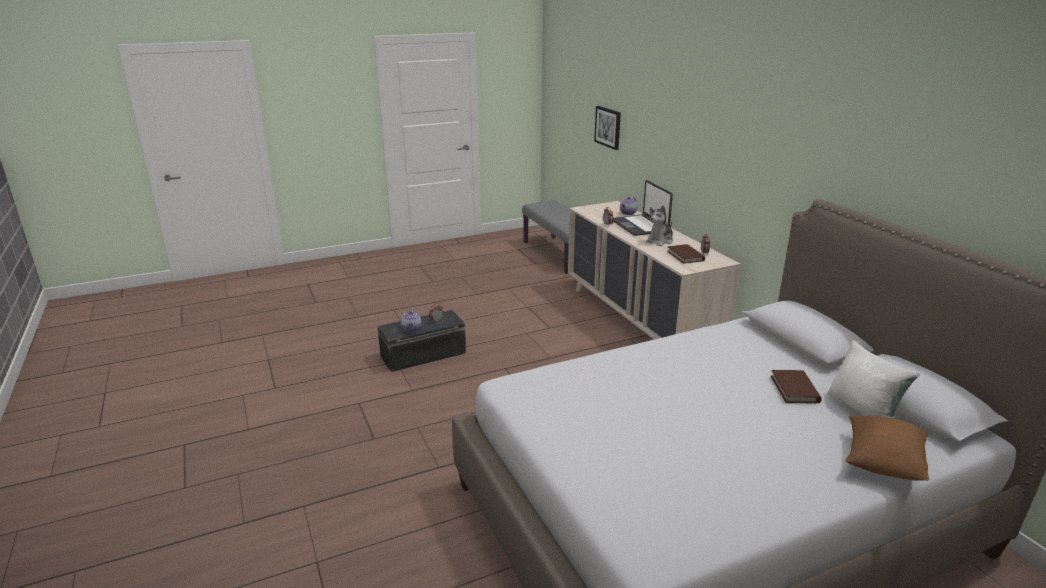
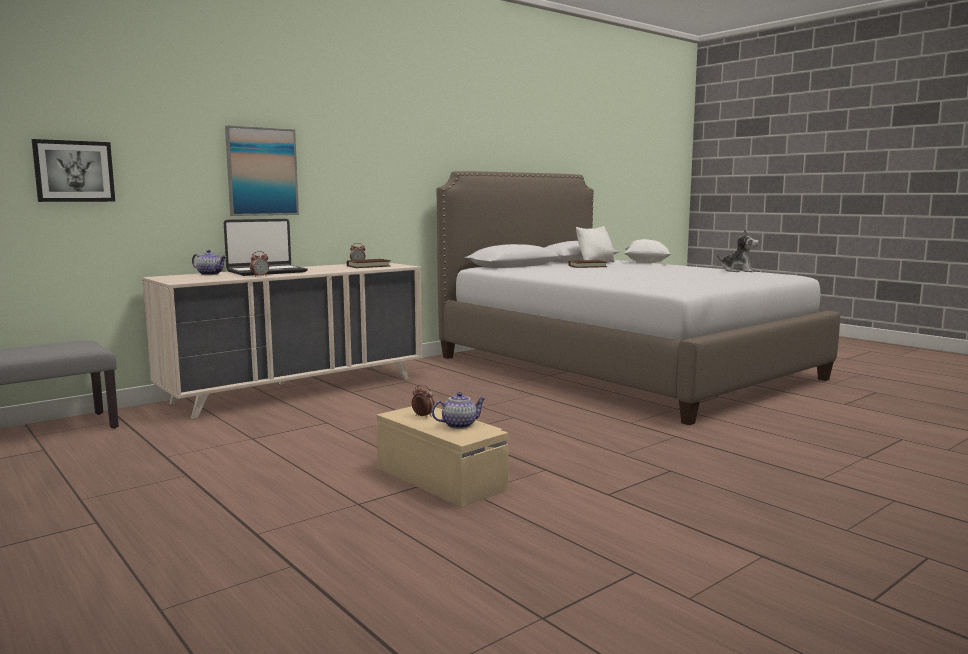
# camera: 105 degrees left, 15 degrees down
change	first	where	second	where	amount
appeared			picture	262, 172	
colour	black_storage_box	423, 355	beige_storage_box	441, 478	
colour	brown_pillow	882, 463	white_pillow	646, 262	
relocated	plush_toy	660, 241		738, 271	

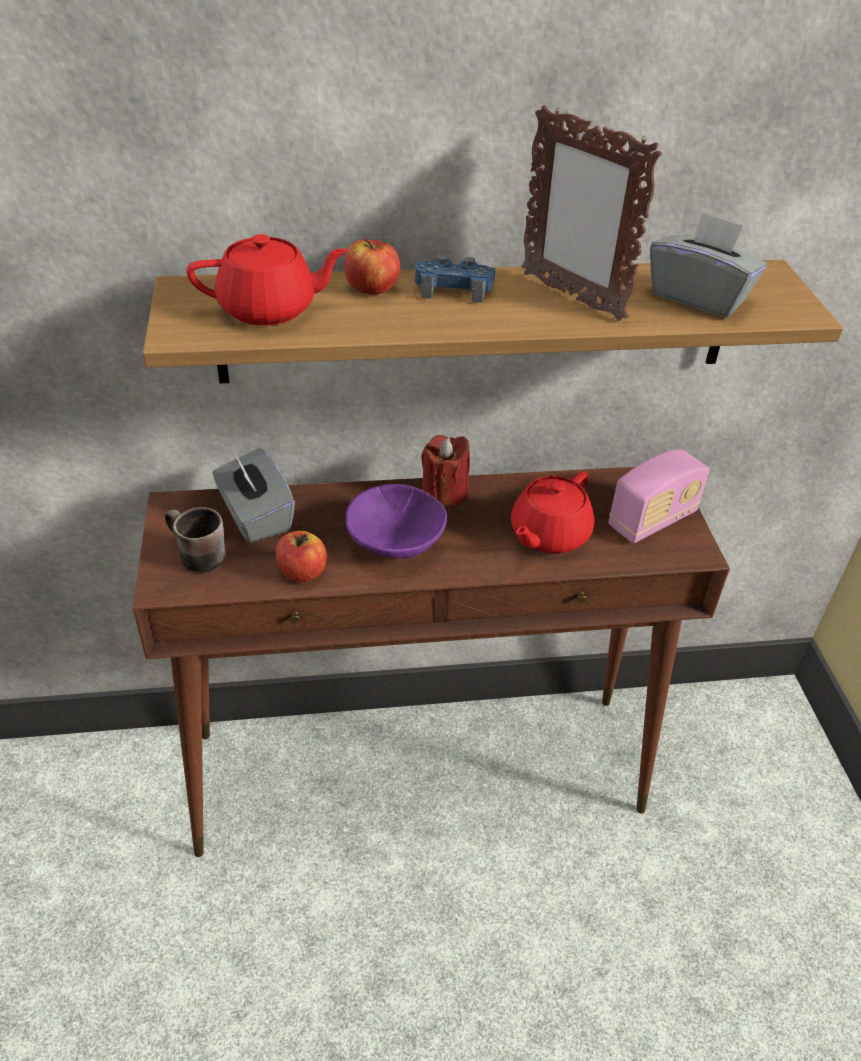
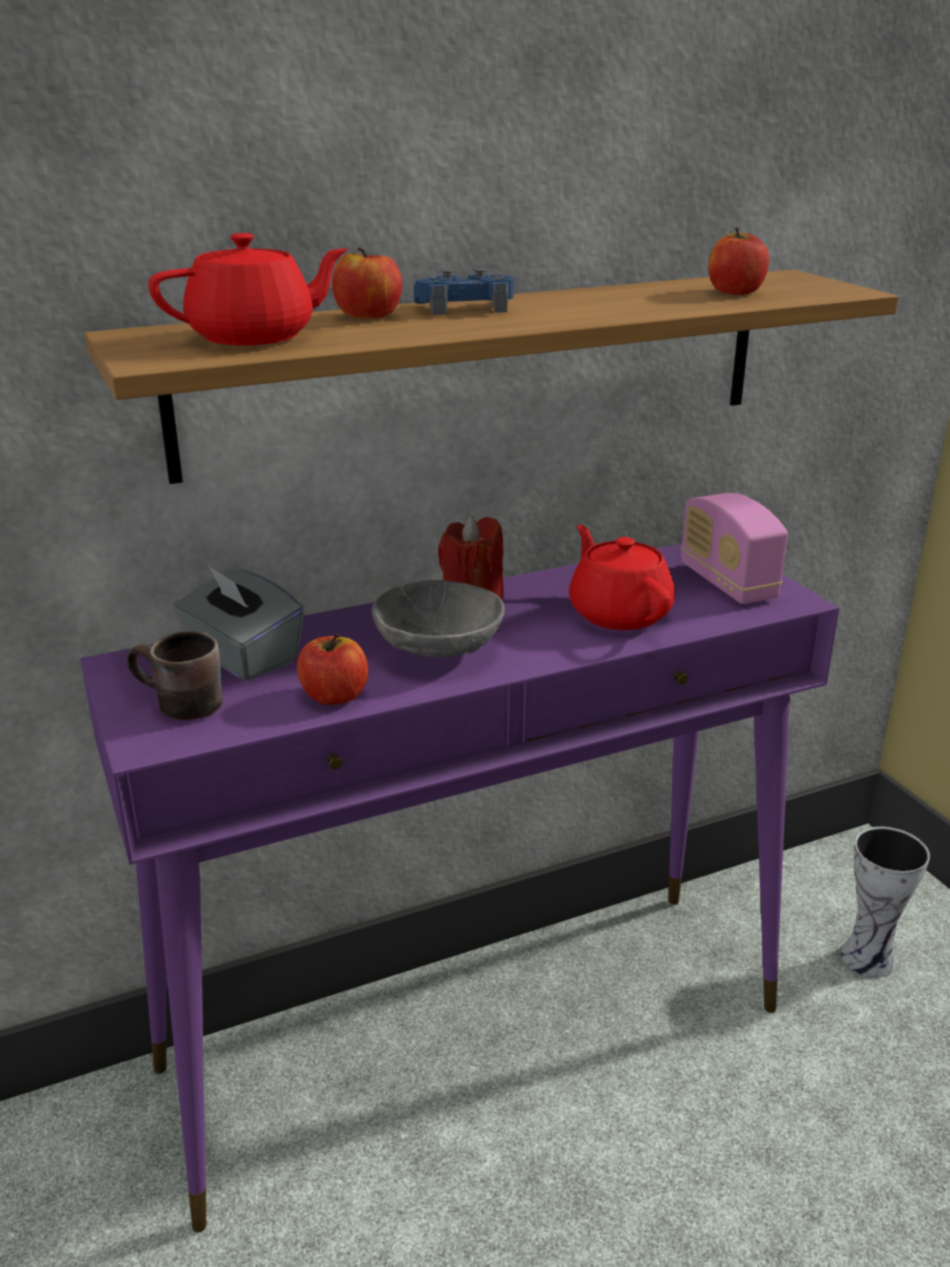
# camera: 15 degrees left, 15 degrees down
change	first	where	second	where	amount
colour	brown_console_table	420, 771	purple_console_table	477, 1036	
colour	purple_bowl	394, 544	grey_bowl	439, 651	
spun	red_teapot	548, 535		619, 613	135 degrees clockwise
spun	radio	652, 520		727, 583	120 degrees clockwise
exchanged	grey_tissue_box	698, 297	apple	735, 292	
appeared			vase	871, 957	
missing	picture_frame	571, 296			

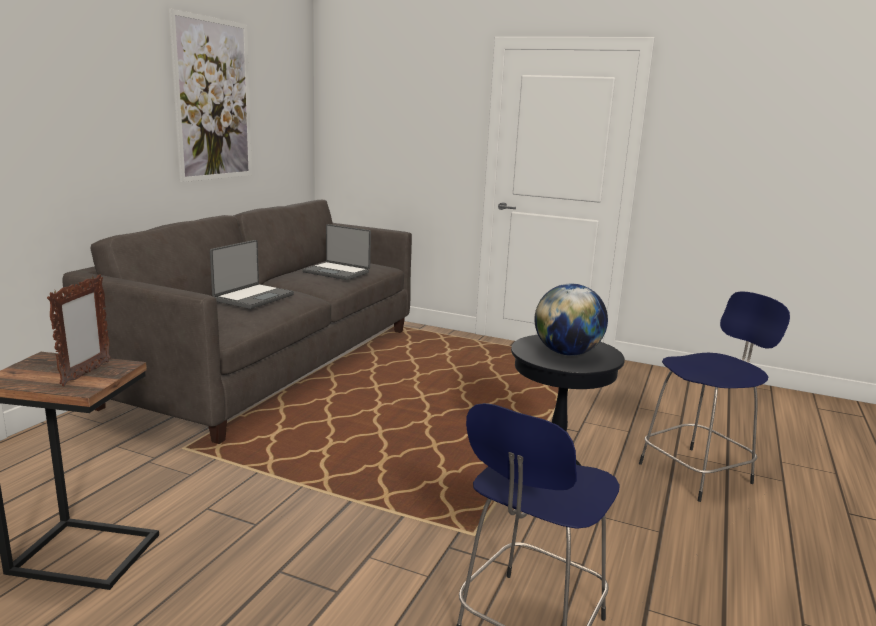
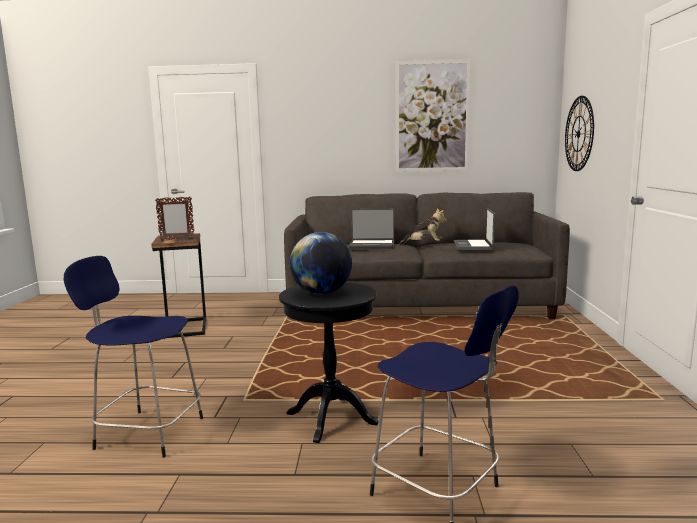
# camera: 70 degrees right, 5 degrees down
change	first	where	second	where	amount
appeared			plush_toy	424, 244	
appeared			wall_clock	578, 134	

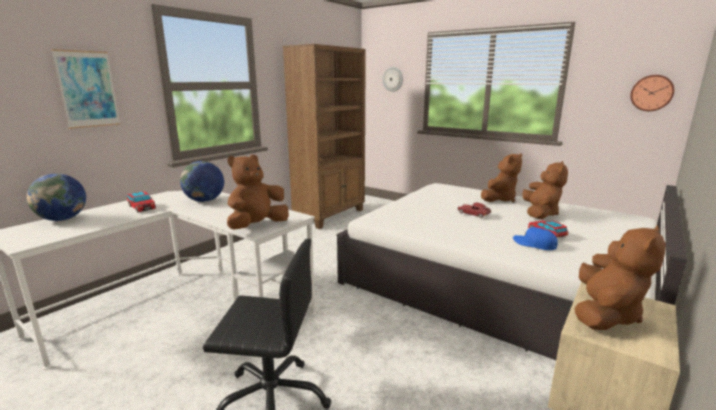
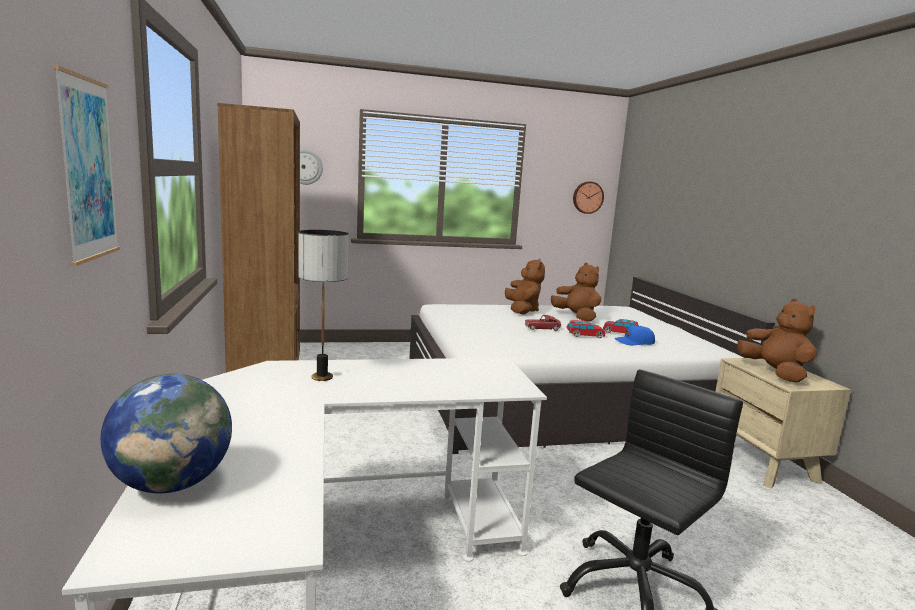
# camera: 50 degrees left, 5 degrees down
change	first	where	second	where	amount
exchanged	globe	204, 201	table_lamp	322, 377	
relocated	toy_car	142, 208		585, 335	
missing	brown_plush_toy	257, 226			

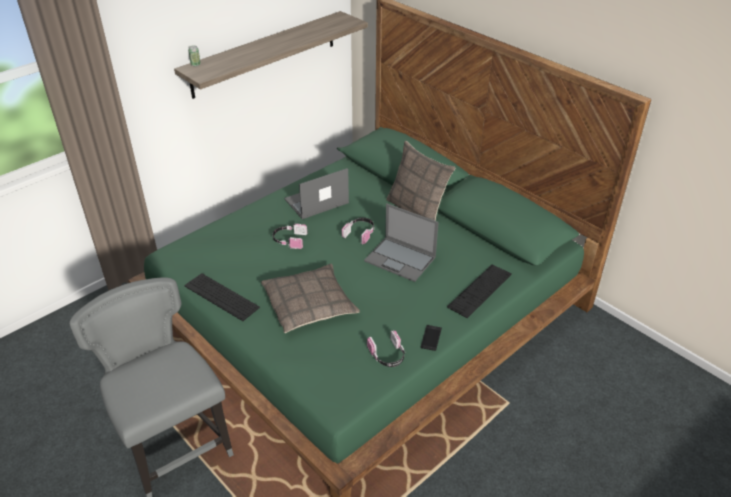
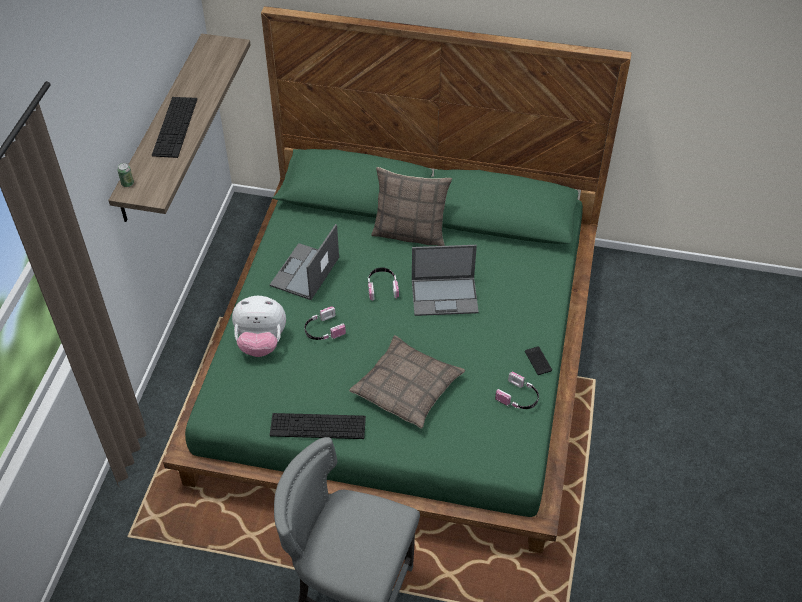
# camera: 35 degrees left, 10 degrees up
change	first	where	second	where	amount
relocated	keyboard	480, 290		175, 127	
appeared			plush_toy	261, 342	

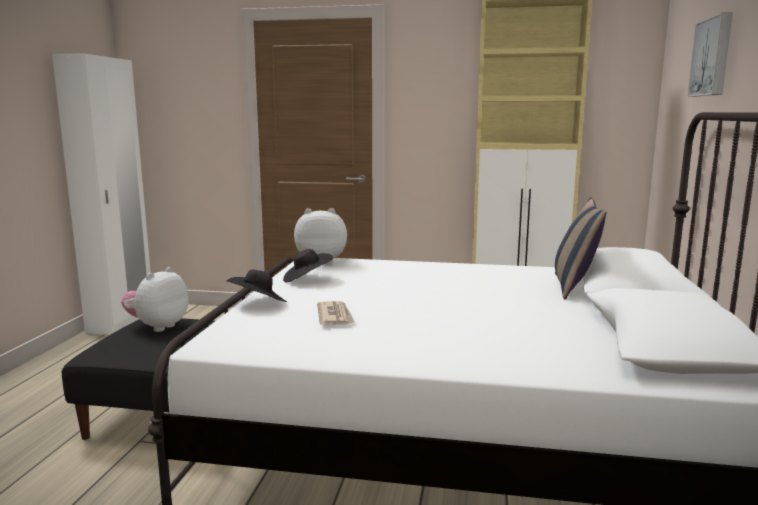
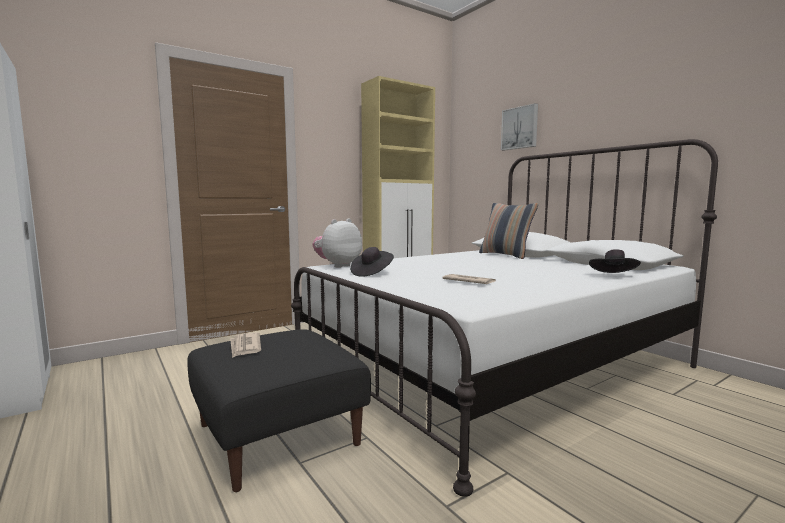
# camera: 45 degrees left, 5 degrees down
change	first	where	second	where	amount
exchanged	plush_toy	158, 326	newspaper	245, 347	
relocated	black_hat	258, 303		613, 276	

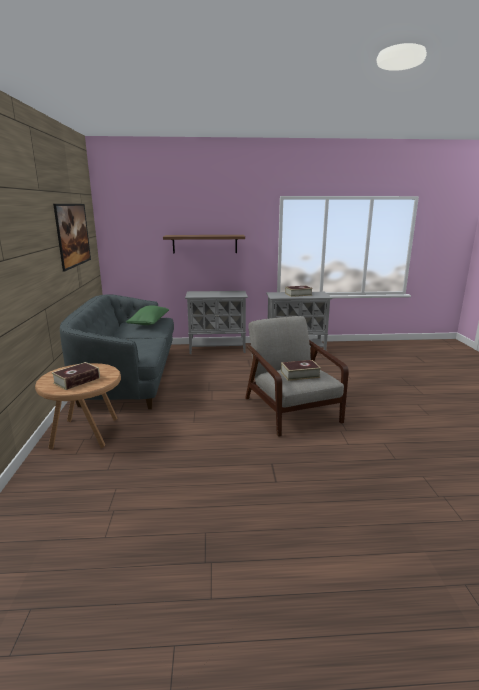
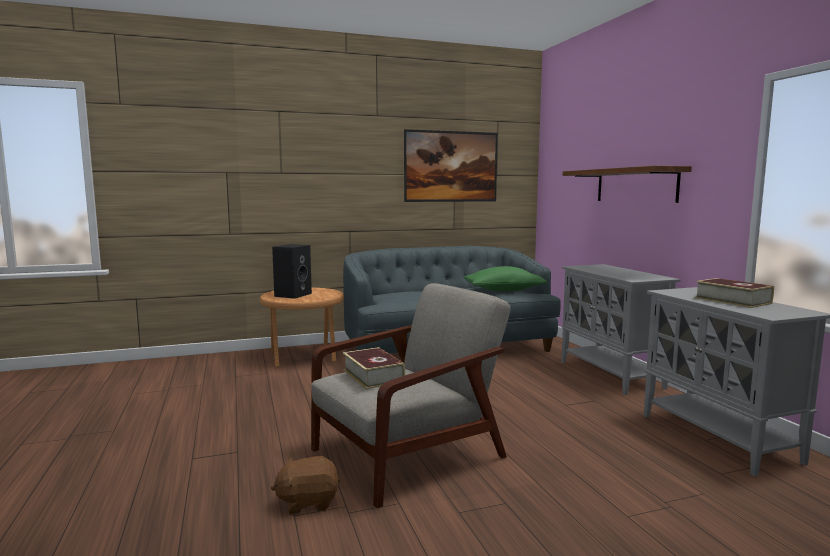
# camera: 75 degrees right, 10 degrees down
change	first	where	second	where	amount
appeared			brown_plush_toy	308, 502	
exchanged	book	77, 380	black_speaker	293, 295	

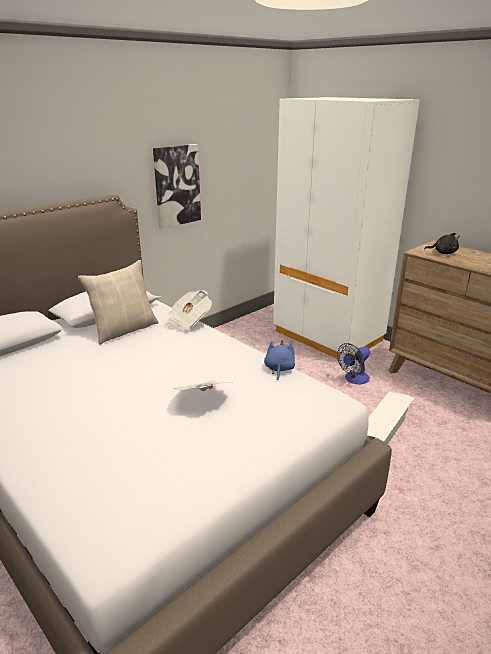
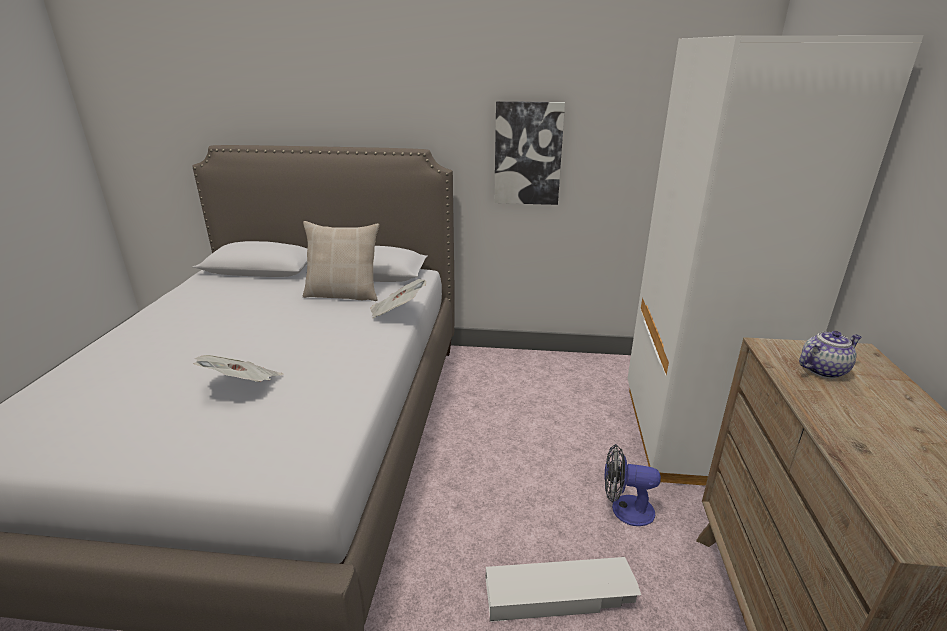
# camera: 50 degrees right, 0 degrees up
change	first	where	second	where	amount
exchanged	black_plush_toy	443, 253	teapot	823, 370	
missing	blue_plush_toy	279, 369			

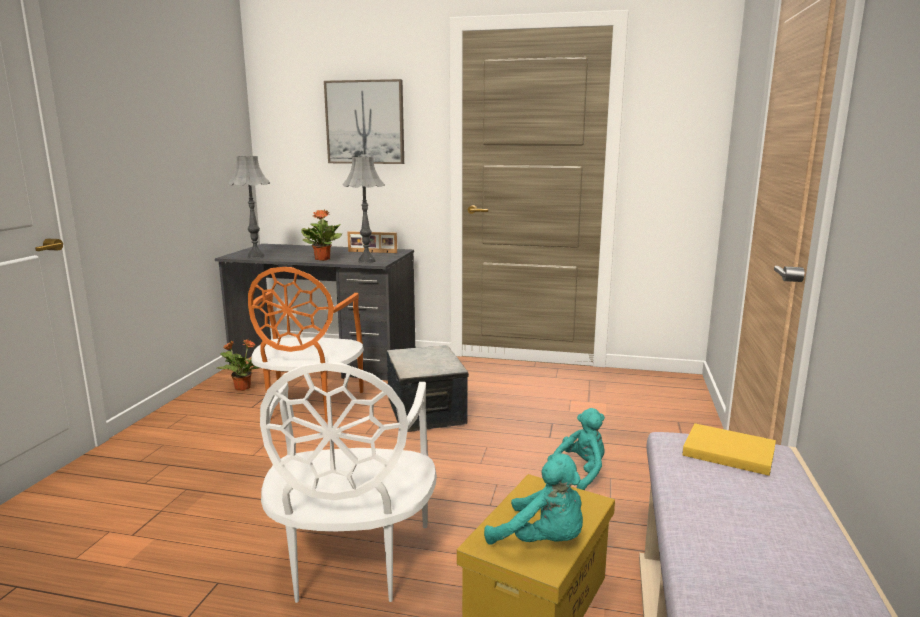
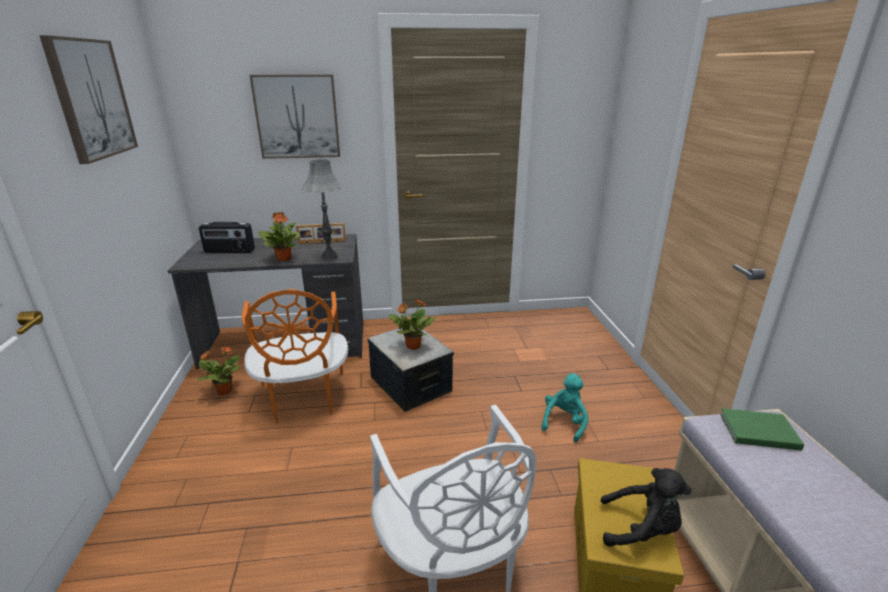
# camera: 20 degrees left, 10 degrees up
change	first	where	second	where	amount
appeared			picture	91, 99	
appeared			radio	229, 251	
appeared			potted_plant	412, 346	
colour	turquoise_plush_toy	542, 541	black_plush_toy	641, 529	
colour	yellow_book	726, 451	green_book	756, 430	
missing	grey_table_lamp	255, 257			

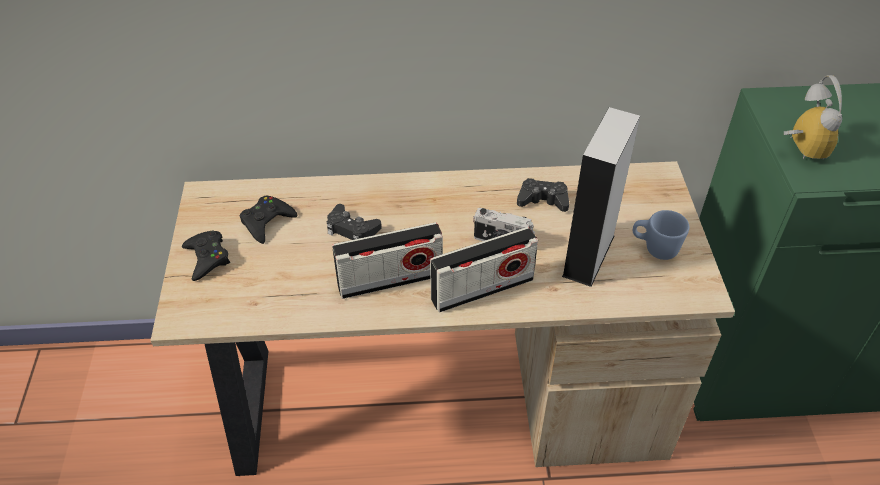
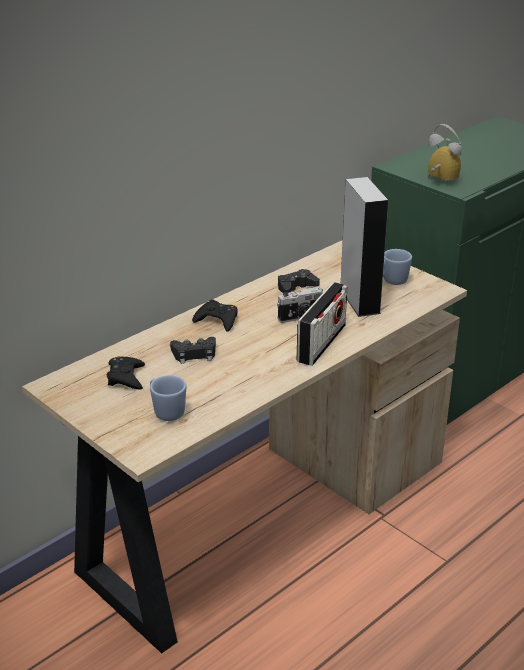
# camera: 40 degrees left, 15 degrees down
change	first	where	second	where	amount
appeared			blue_mug	166, 411	
relocated	black_game_controller	207, 258		217, 320	
missing	radio	390, 280			

